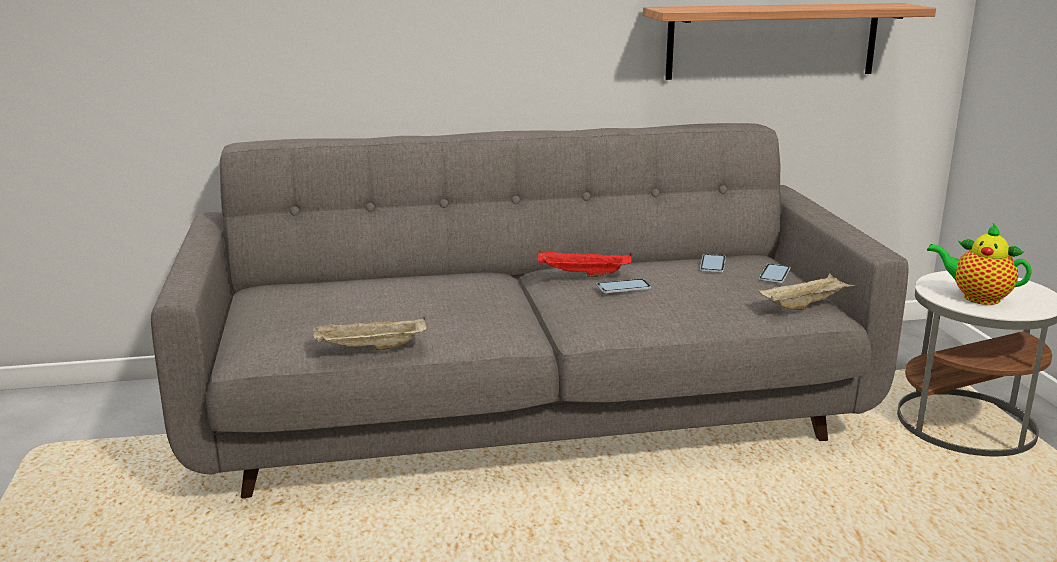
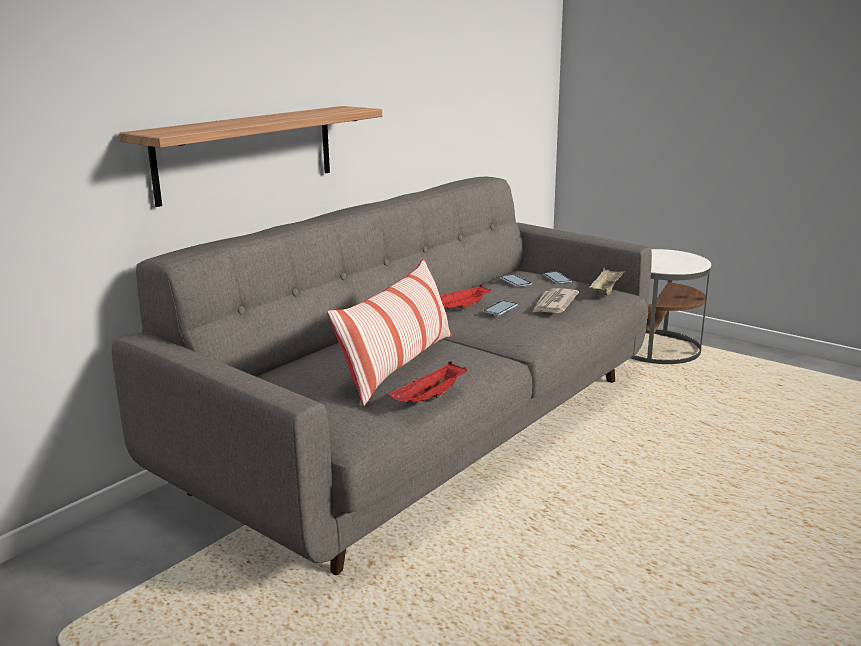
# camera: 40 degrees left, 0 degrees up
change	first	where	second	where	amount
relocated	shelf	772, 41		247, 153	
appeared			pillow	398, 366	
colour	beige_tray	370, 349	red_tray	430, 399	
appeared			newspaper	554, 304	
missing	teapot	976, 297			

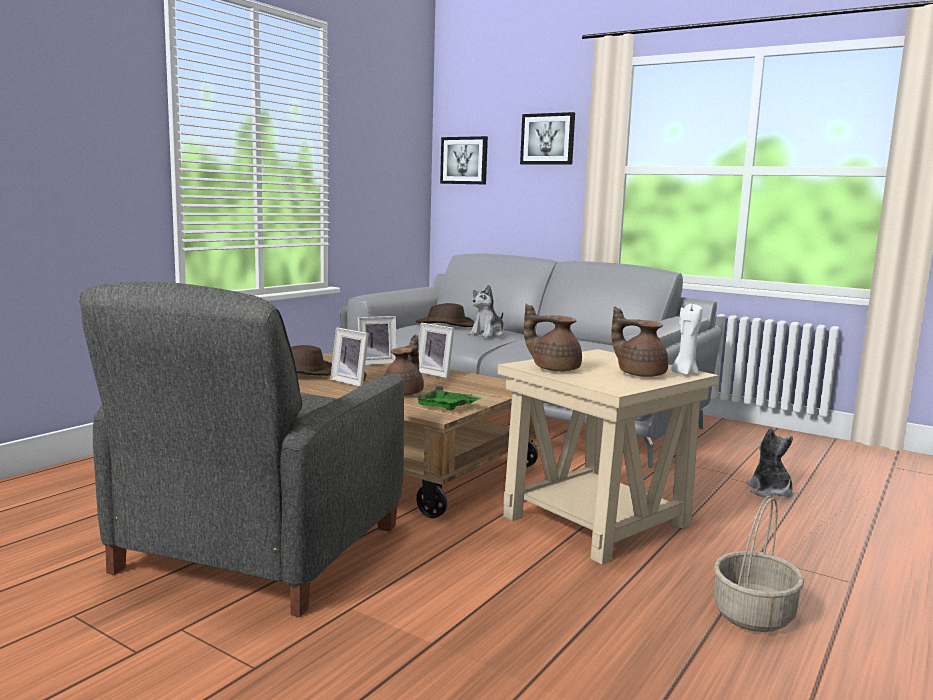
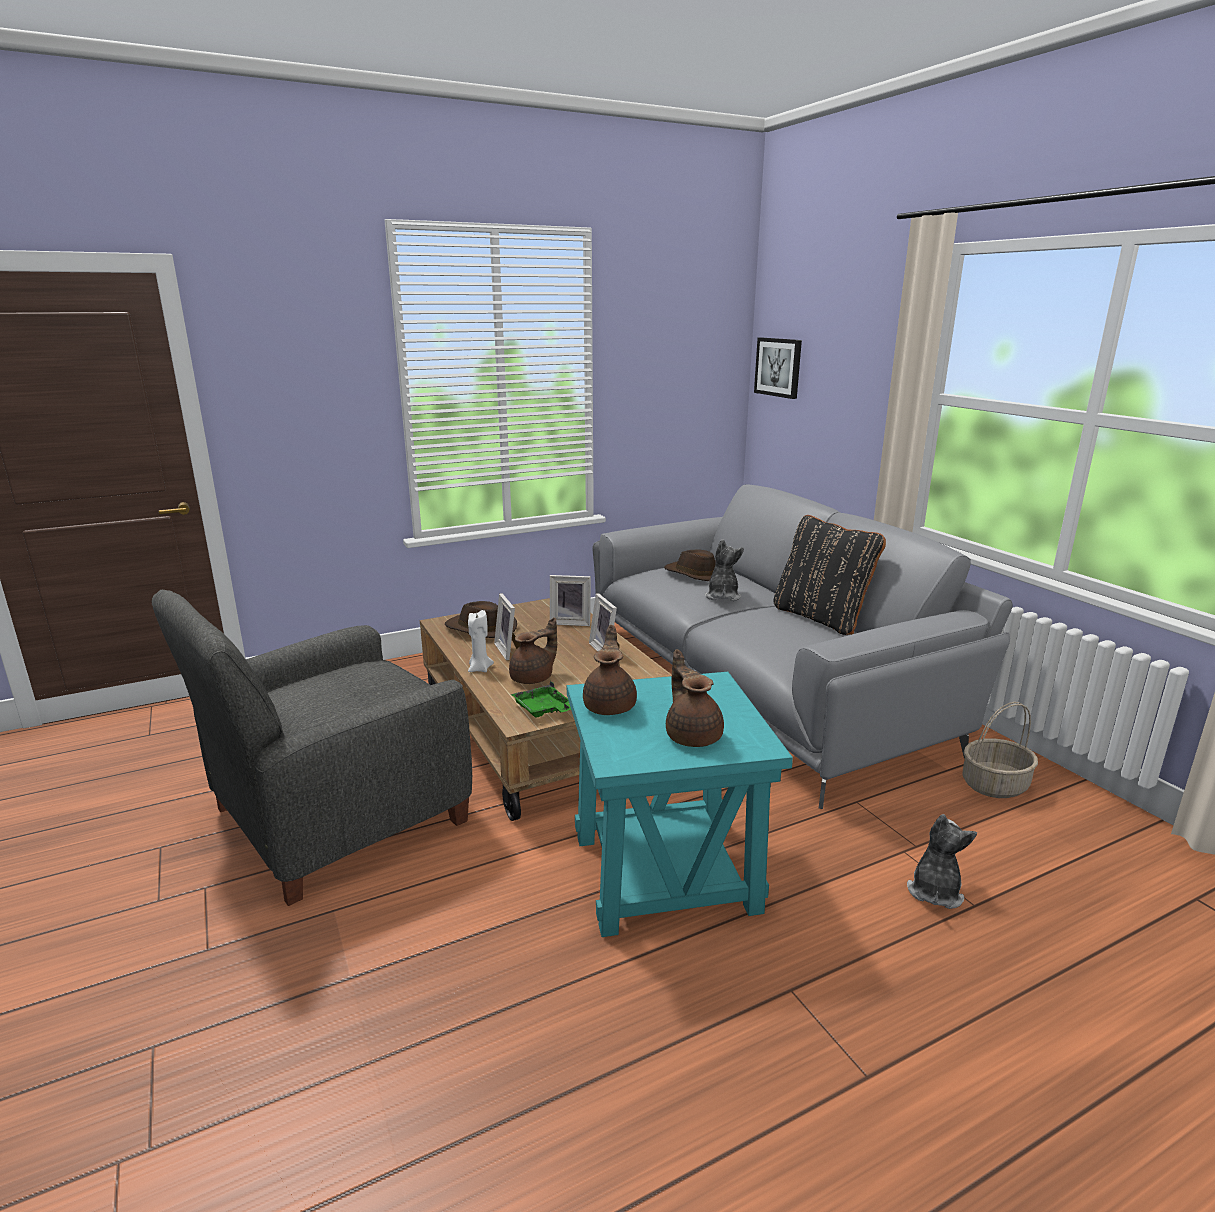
# camera: 30 degrees right, 10 degrees up
change	first	where	second	where	amount
relocated	white_candle	684, 373		479, 669	
colour	beige_side_table	596, 520	turquoise_side_table	665, 872	
spun	brown_teapot	554, 369		610, 705	45 degrees clockwise
spun	plush_toy	487, 334		722, 596	120 degrees clockwise
appeared			black_pillow	821, 618	
relocated	basket	753, 614		994, 785	
missing	picture	548, 139			

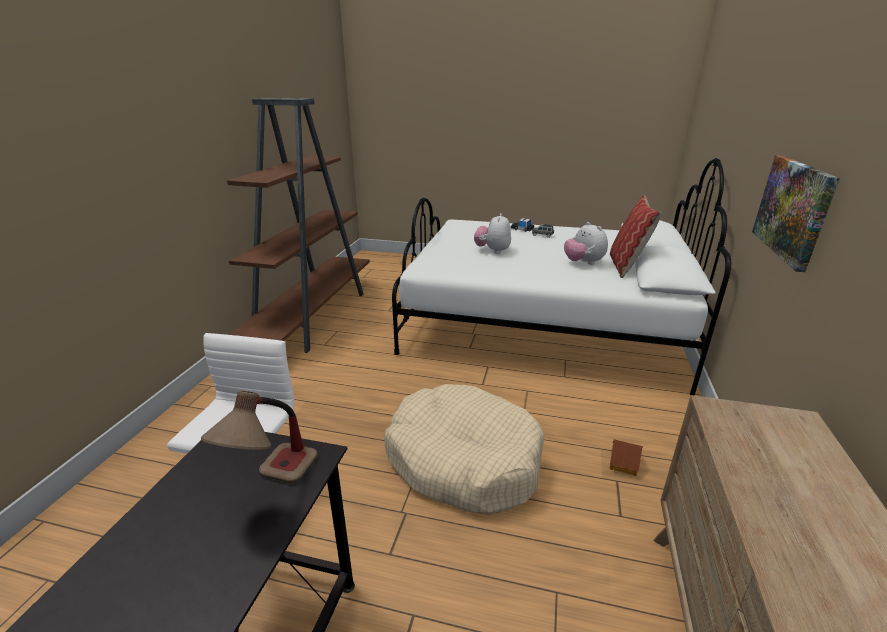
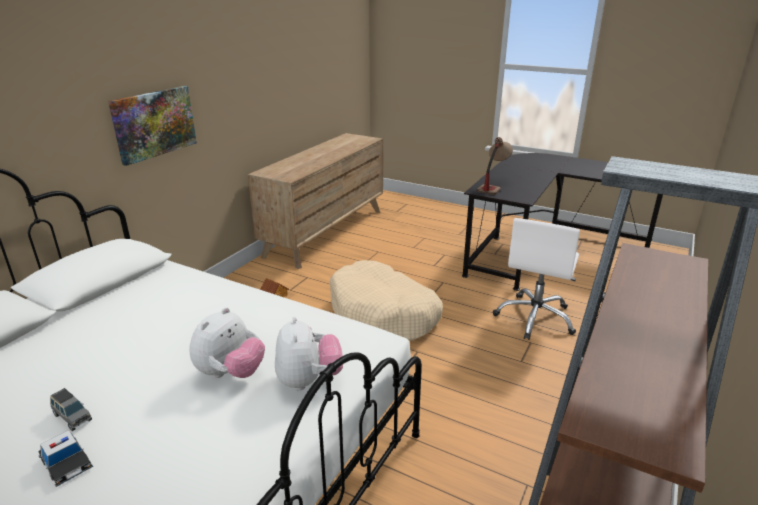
# camera: 165 degrees left, 0 degrees up
change	first	where	second	where	amount
relocated	plush_toy	583, 263		309, 380	
missing	pillow	627, 266			

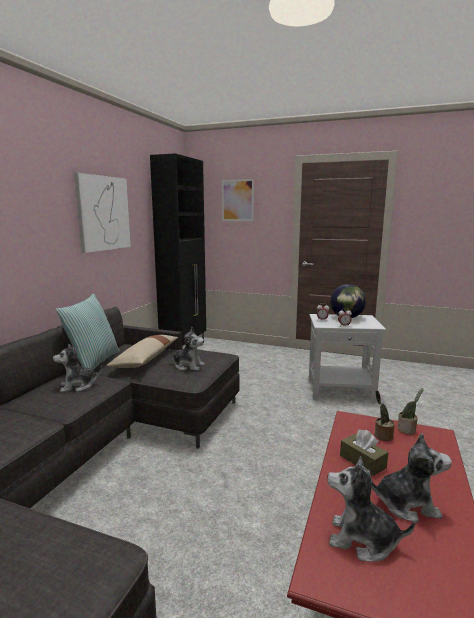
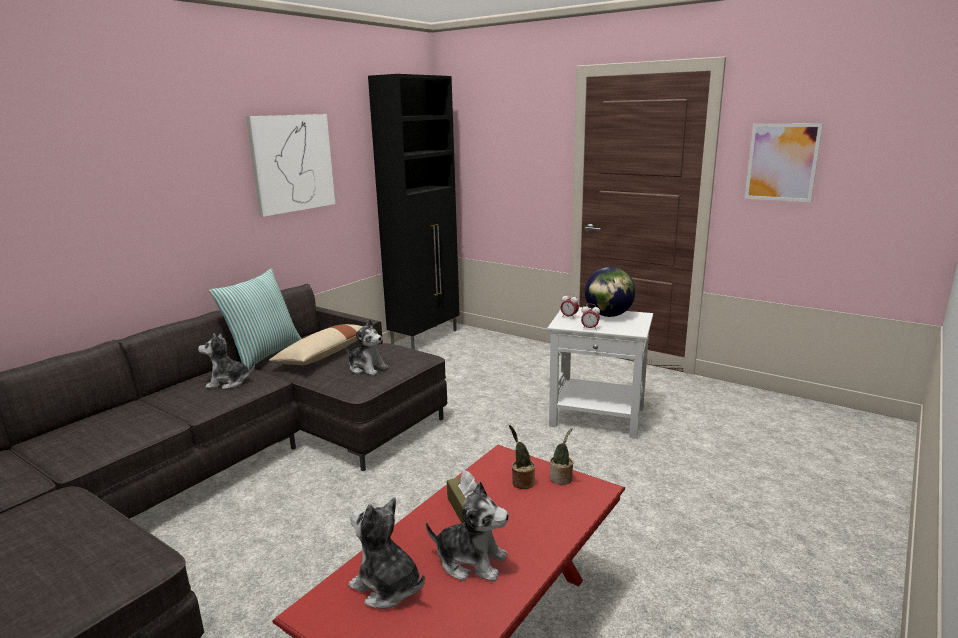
# camera: 15 degrees right, 5 degrees up
change	first	where	second	where	amount
relocated	picture	237, 200		782, 162	

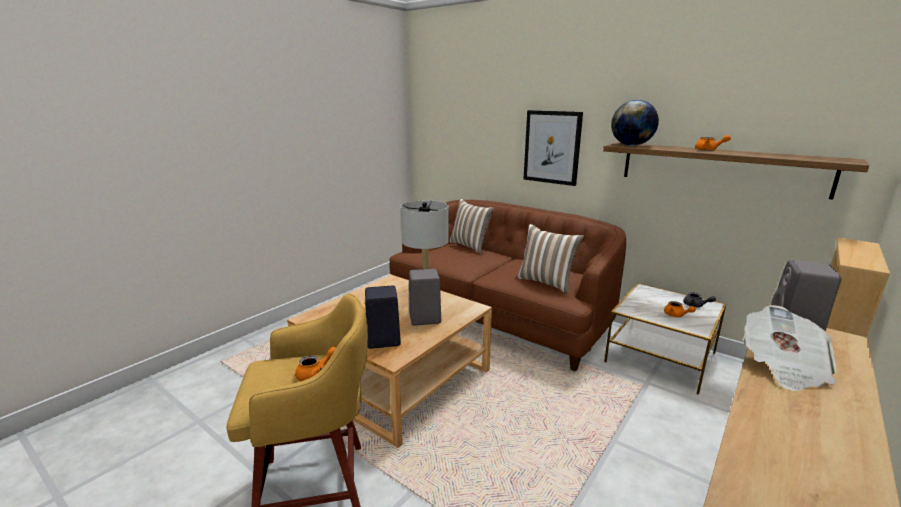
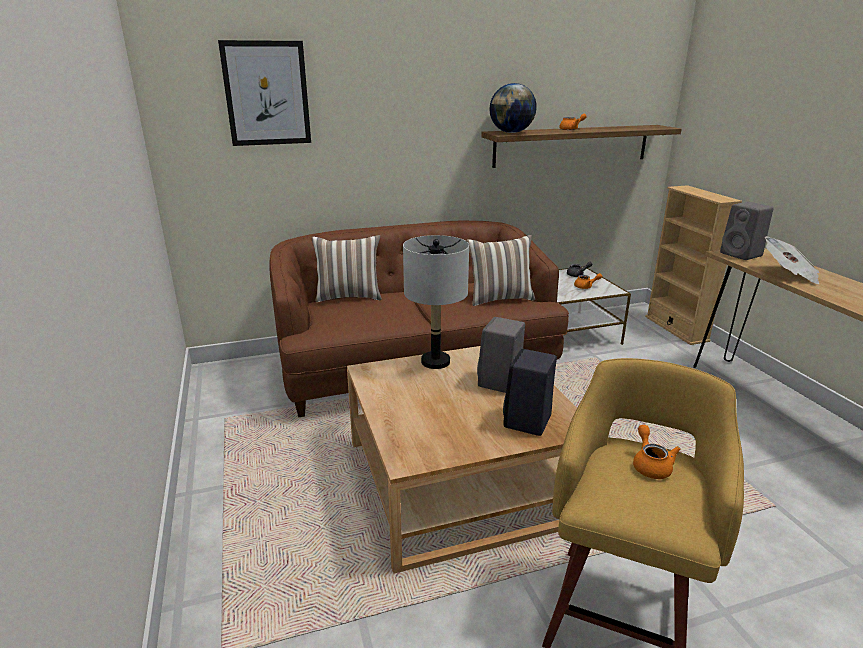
# camera: 55 degrees left, 5 degrees up
change	first	where	second	where	amount
relocated	picture	552, 147		266, 94	

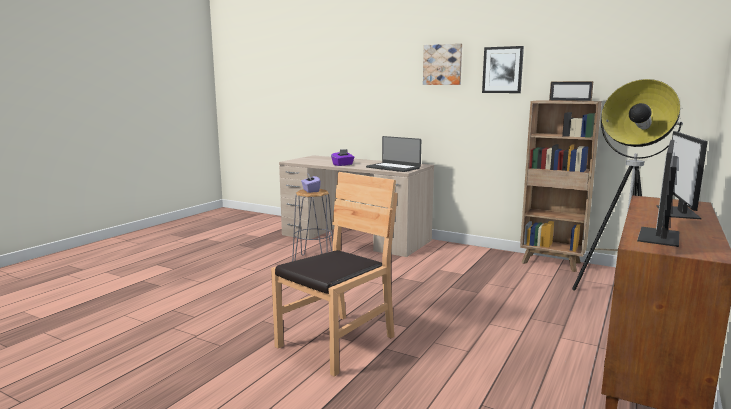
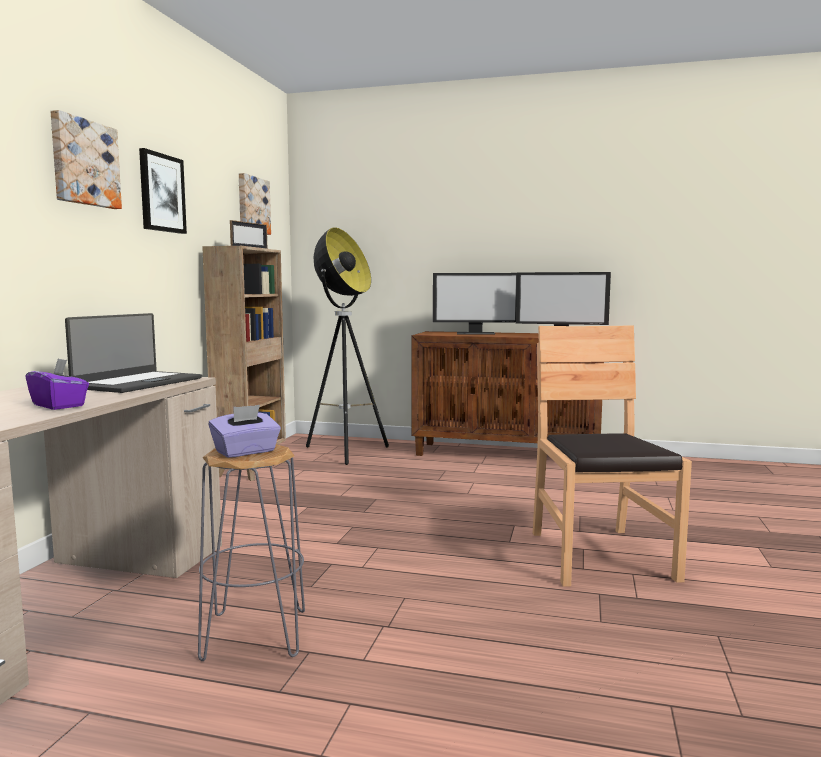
# camera: 105 degrees left, 5 degrees down
change	first	where	second	where	amount
appeared			picture	252, 205	
spun	brown_chair	337, 342		599, 556	60 degrees clockwise

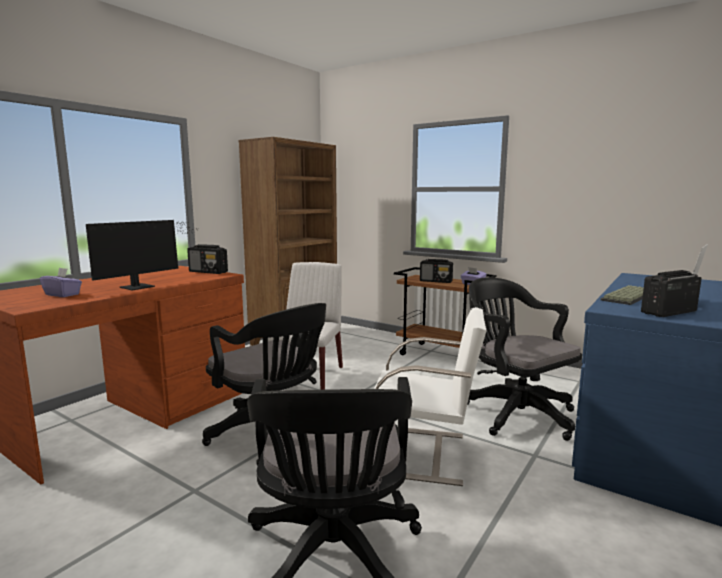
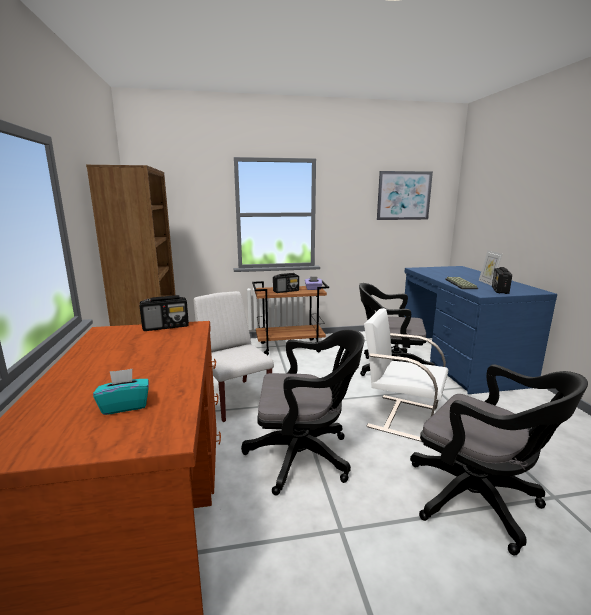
# camera: 45 degrees left, 5 degrees up
change	first	where	second	where	amount
colour	purple_tissue_box	63, 294	turquoise_tissue_box	125, 406	
spun	white_chair	424, 454		401, 416	120 degrees counterclockwise
appeared			picture	404, 195	
missing	monitor	142, 286			

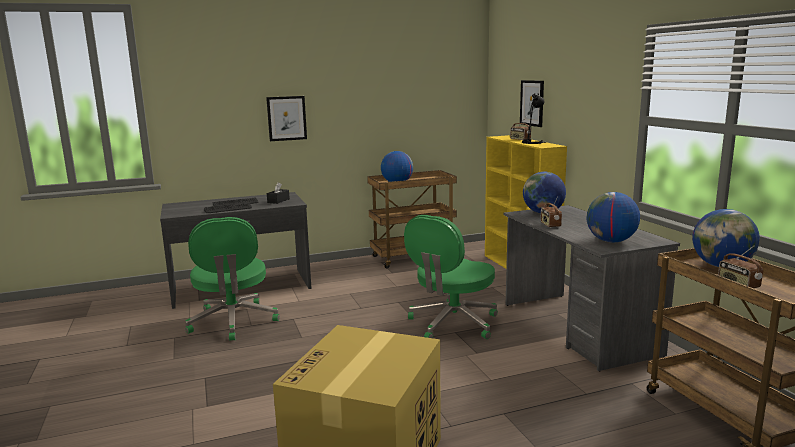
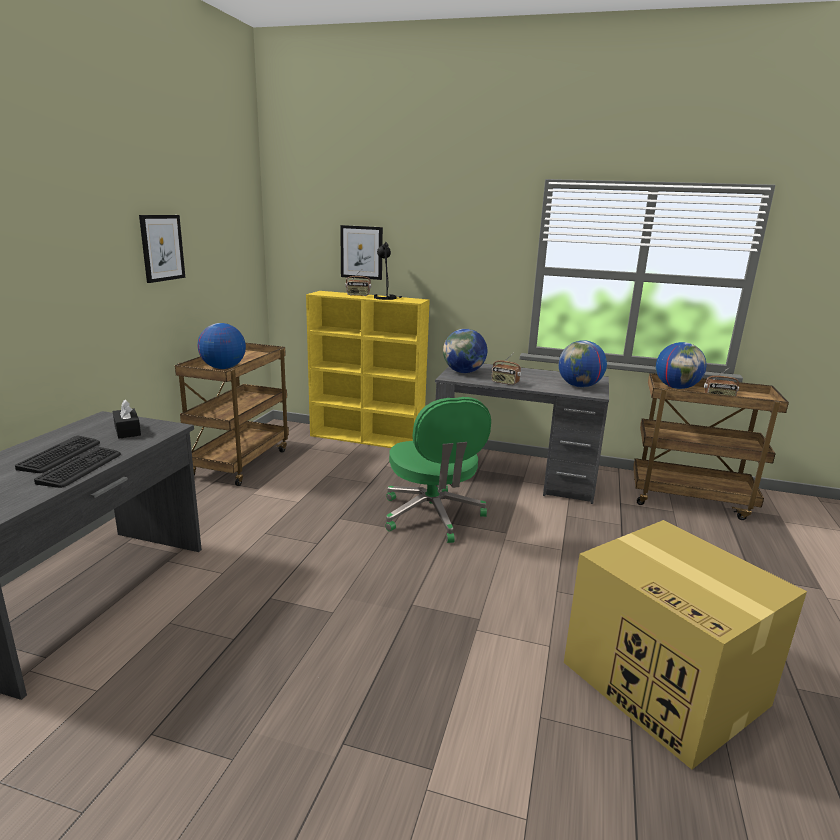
# camera: 55 degrees left, 5 degrees up
change	first	where	second	where	amount
relocated	picture	286, 118		162, 248	
missing	green_office_chair	233, 322			

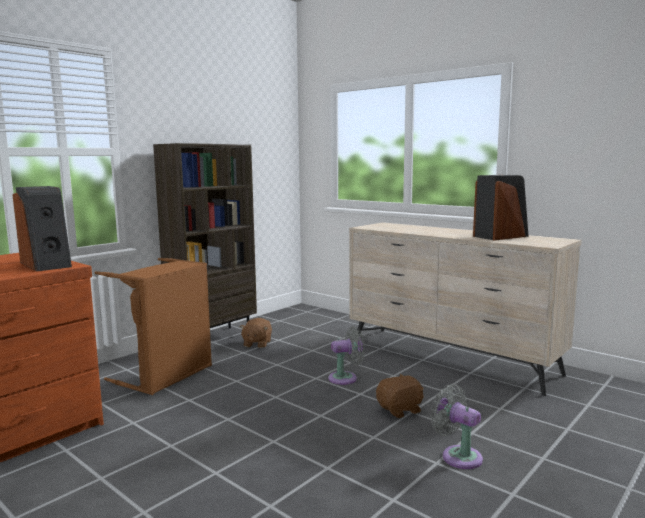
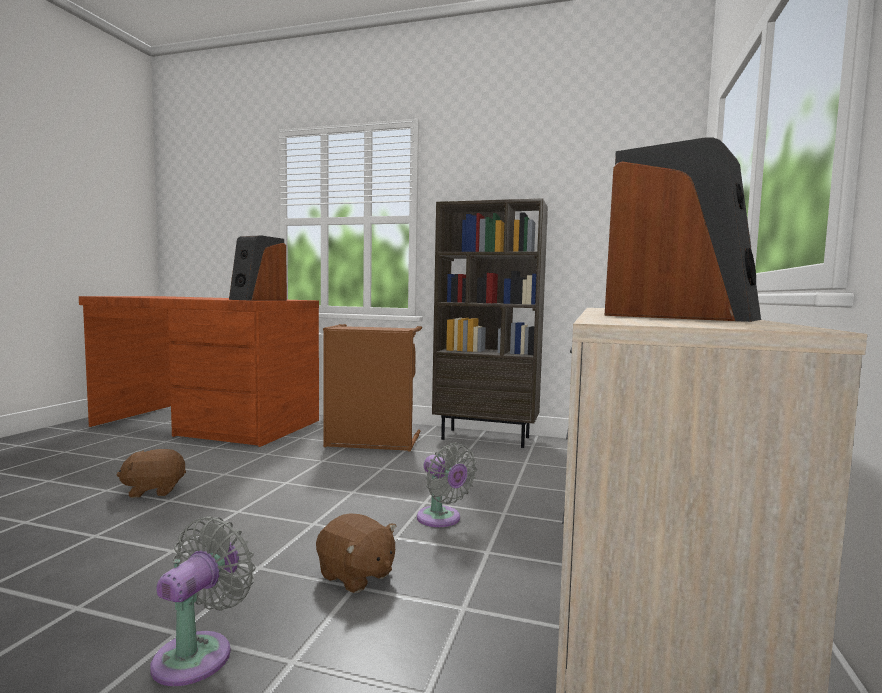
# camera: 65 degrees right, 5 degrees down
change	first	where	second	where	amount
relocated	brown_plush_toy	257, 344		154, 490	

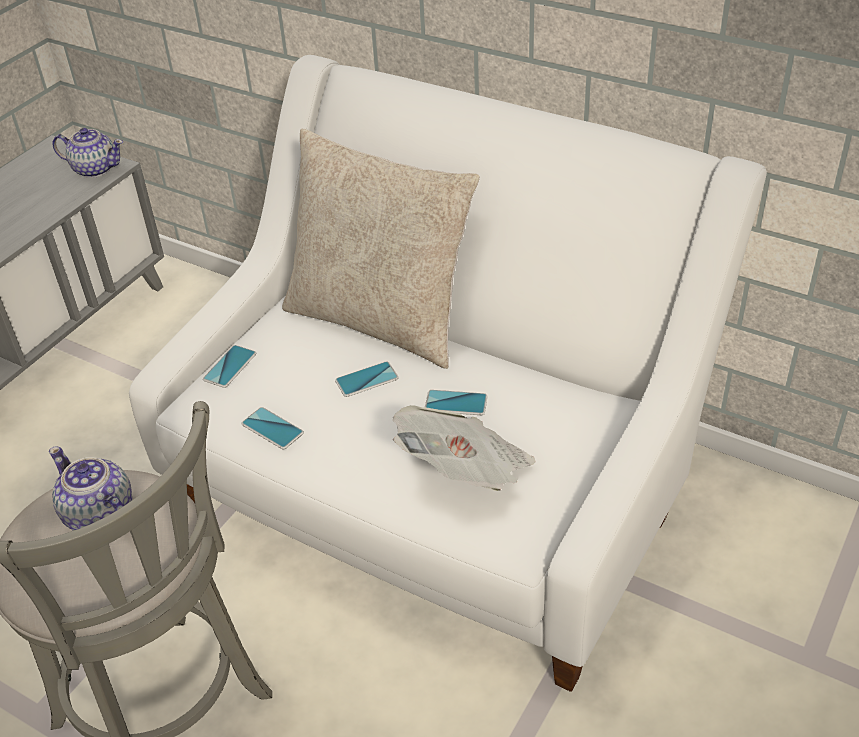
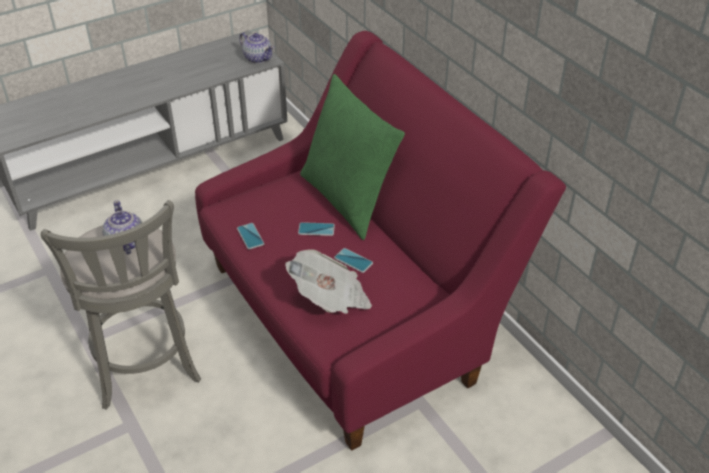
# camera: 25 degrees right, 0 degrees up
change	first	where	second	where	amount
colour	white_sofa	438, 491	red_sofa	355, 314	
colour	beige_pillow	380, 319	green_pillow	348, 199	
missing	phone	230, 367			

